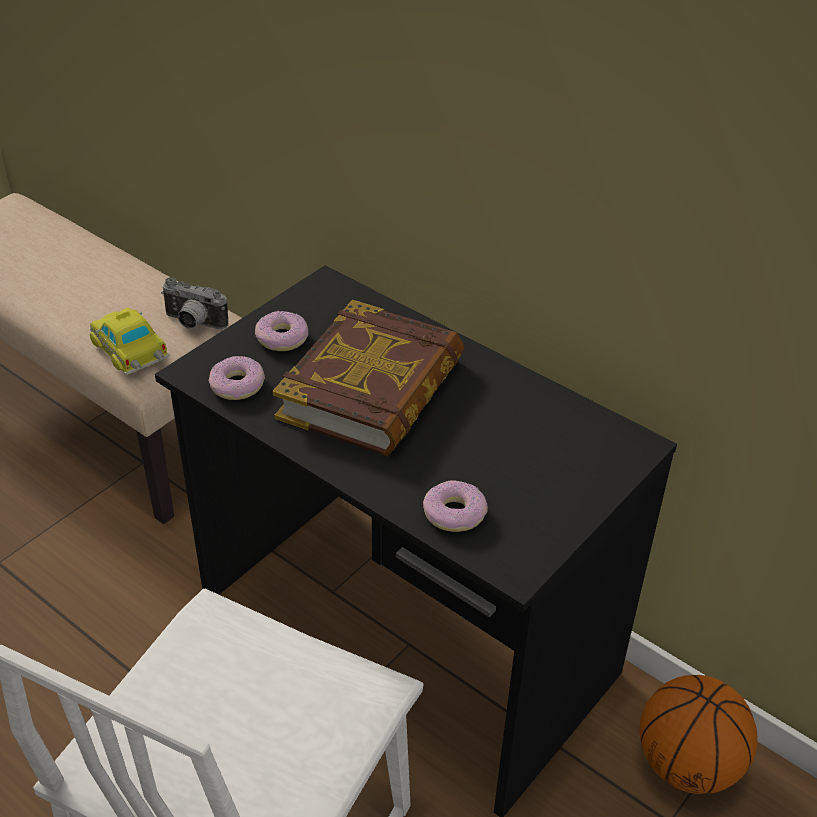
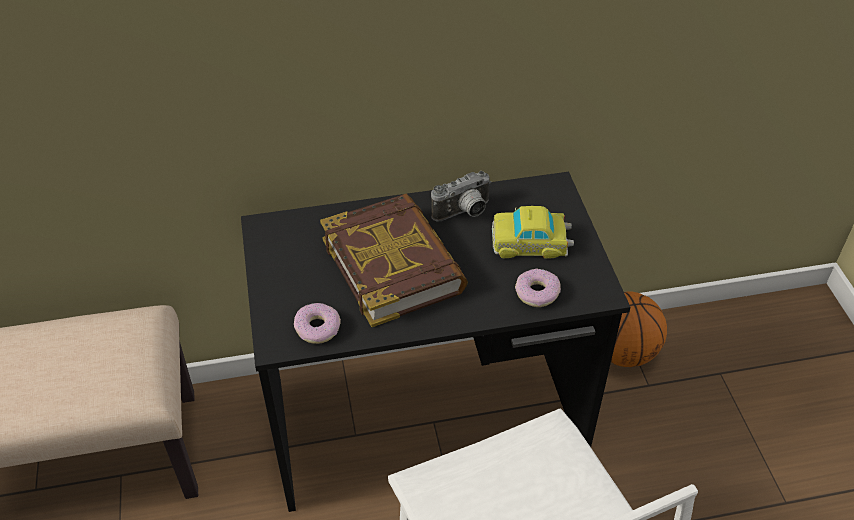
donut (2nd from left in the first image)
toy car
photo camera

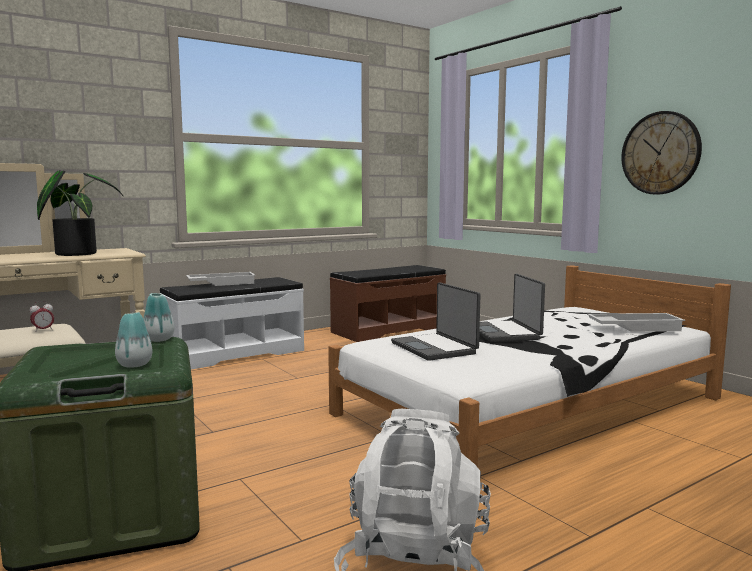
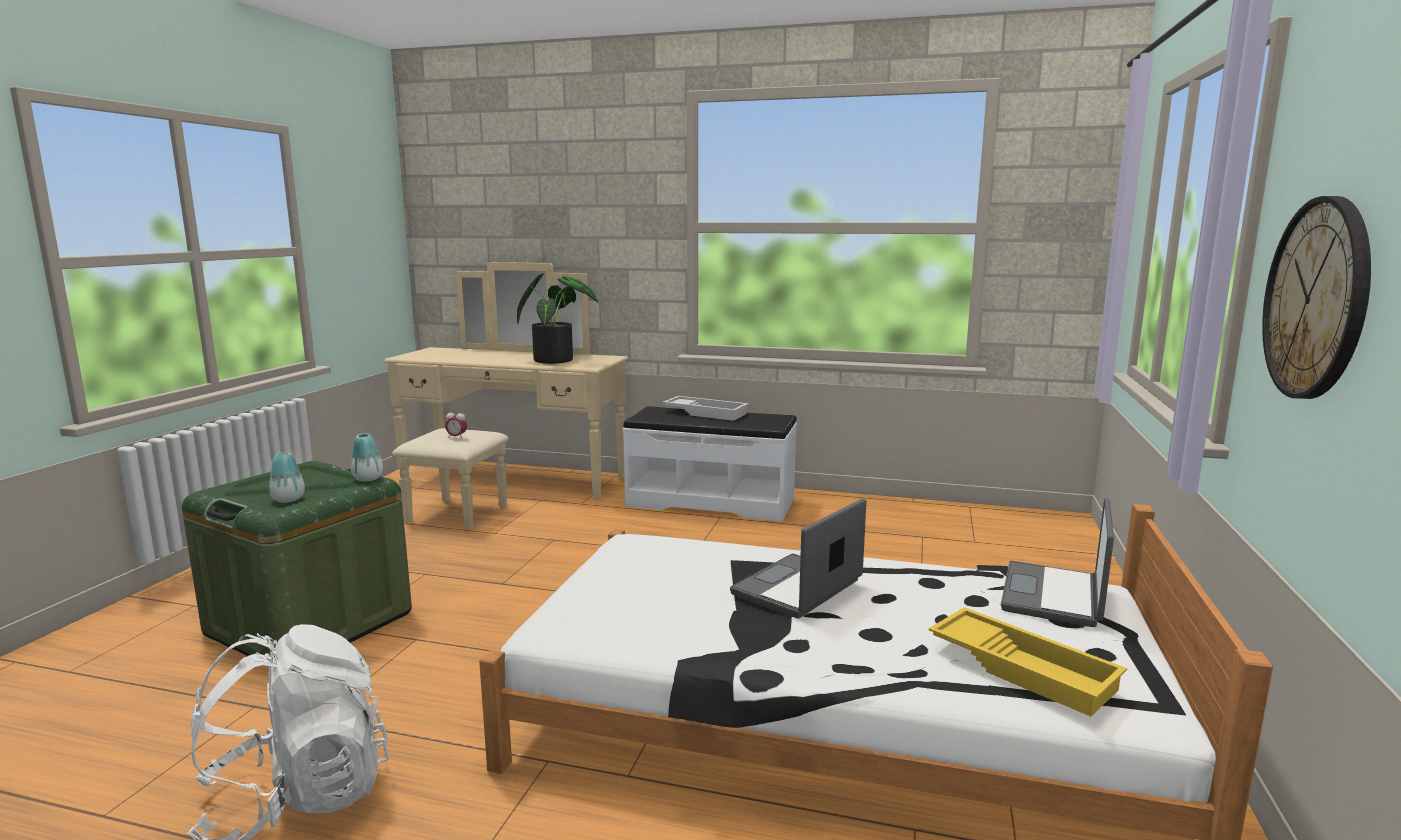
brown bench
laptop (2nd from left)
yellow tray

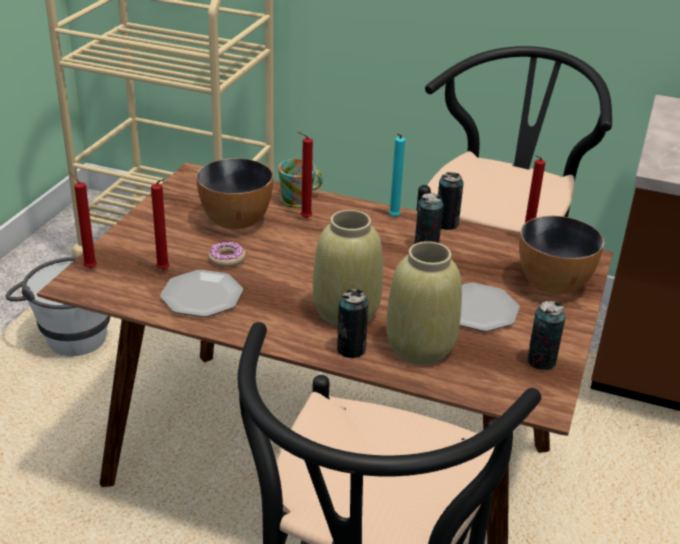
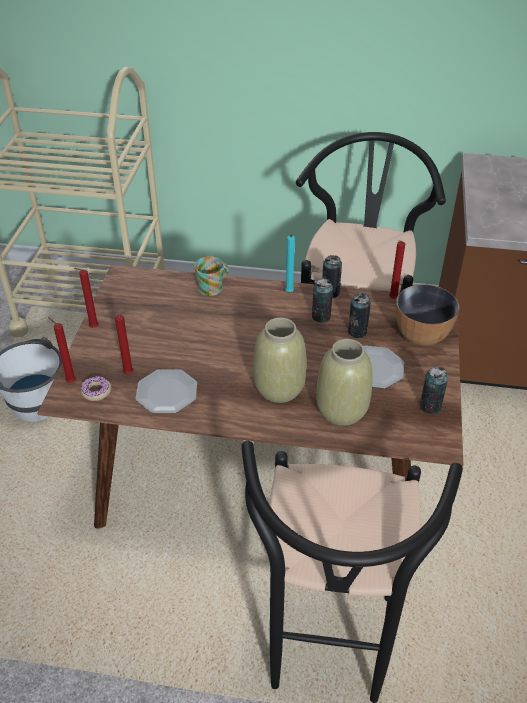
bowl (1st from left in the first image)
donut
red candle (2nd from left)
can (3rd from left)

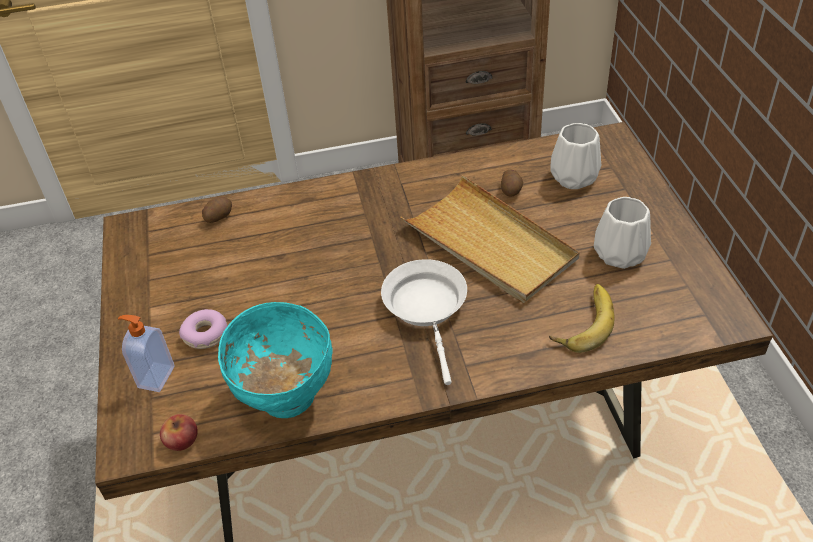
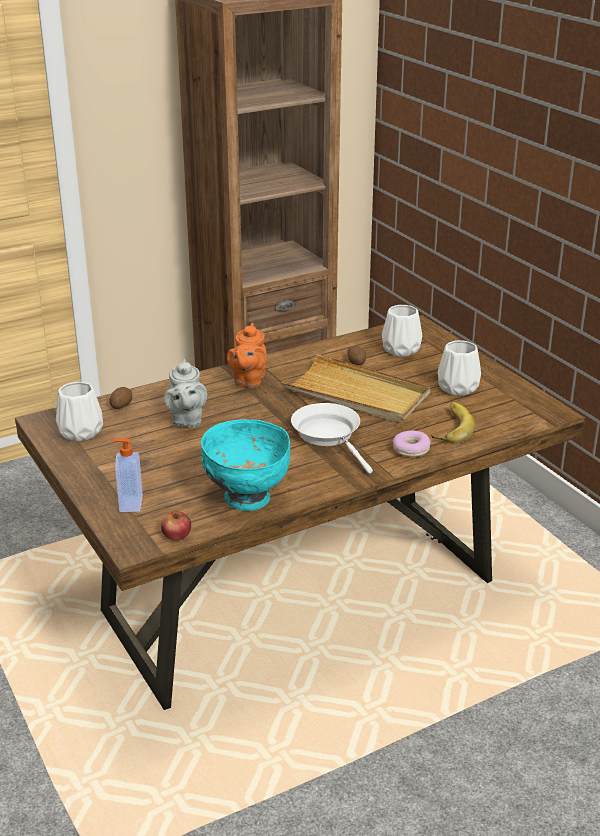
white vase (1st from left)
grey teapot
orange teapot
donut

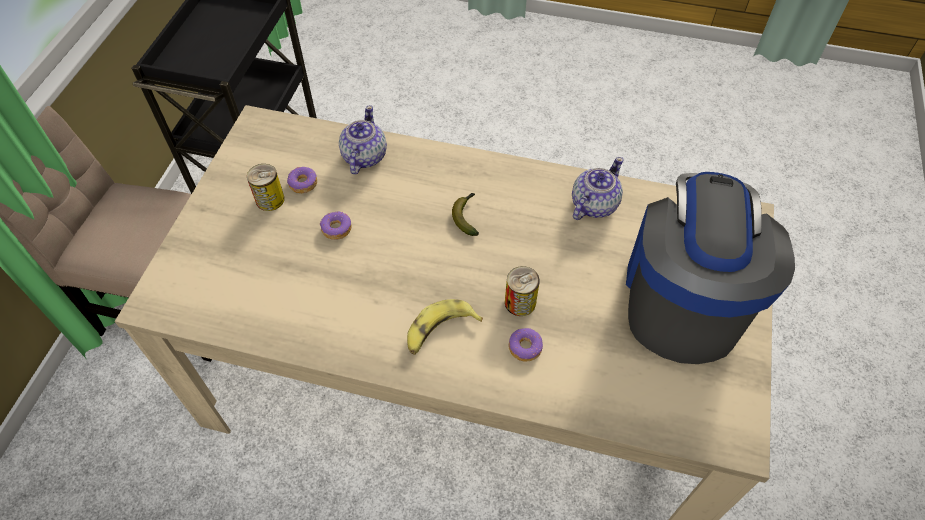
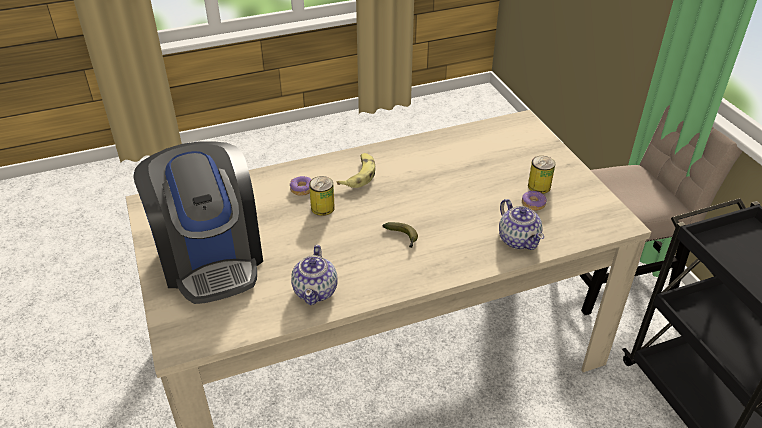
donut (2nd from left in the first image)

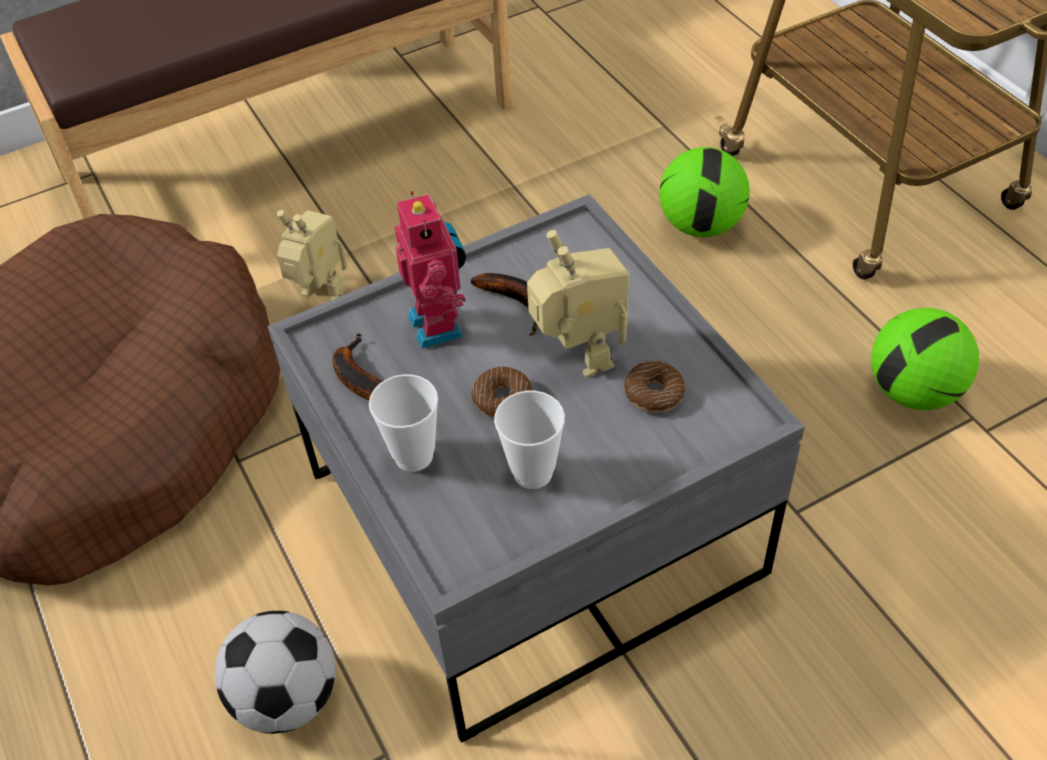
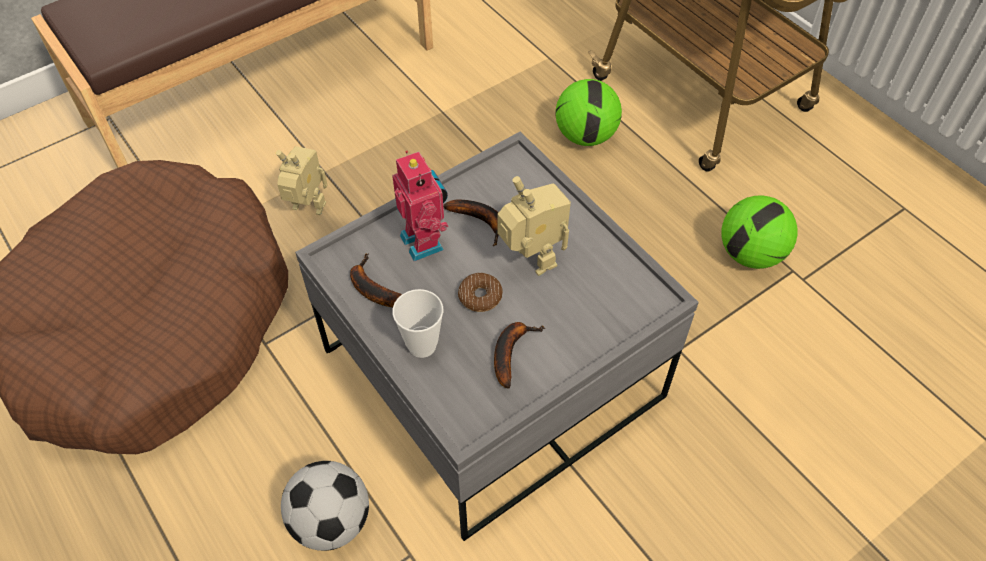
donut (2nd from left in the first image)
banana (3rd from left)

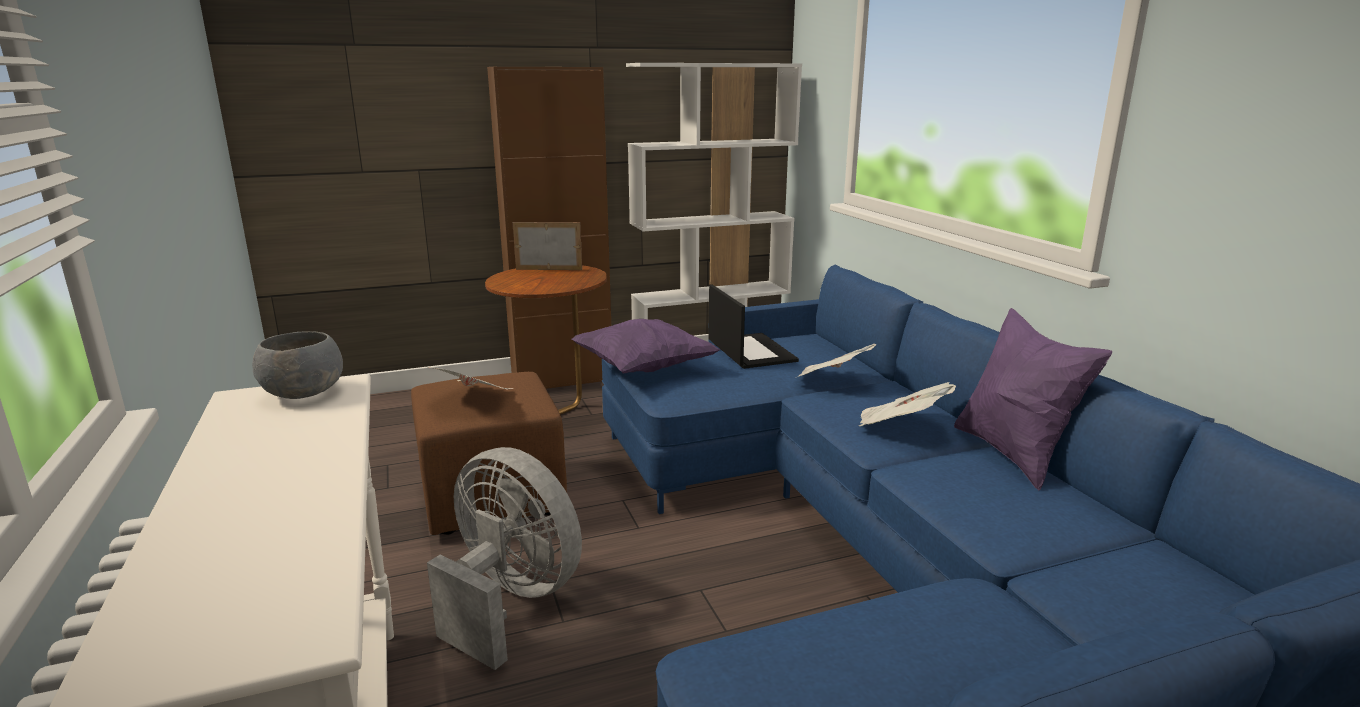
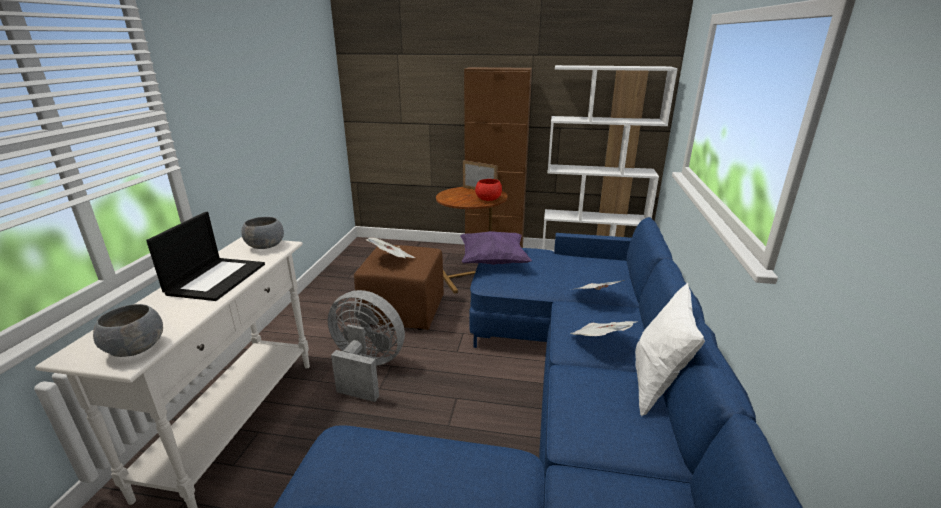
grey bowl (1st from left)
red bowl
laptop
white pillow
grey fan

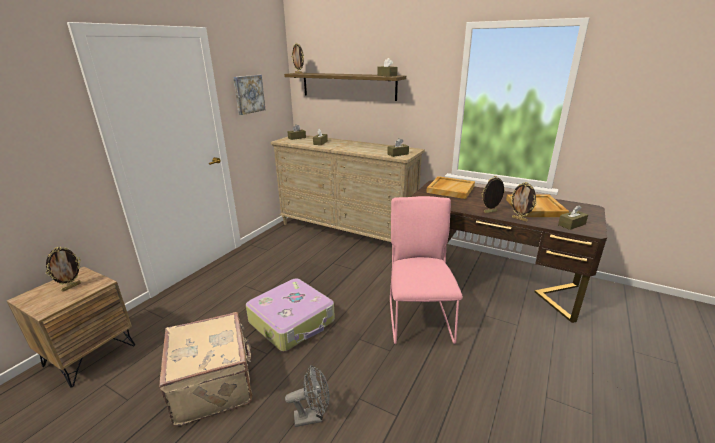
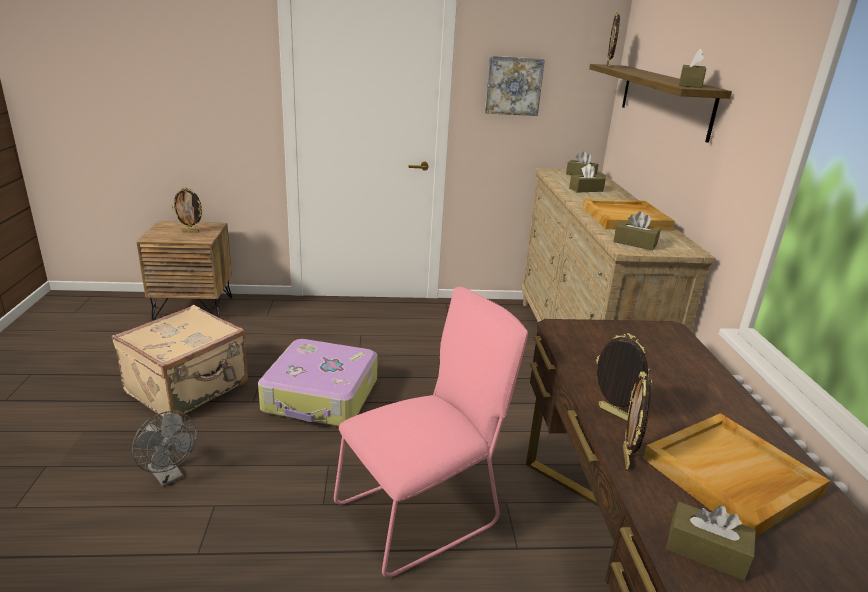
beige tray (1st from left)

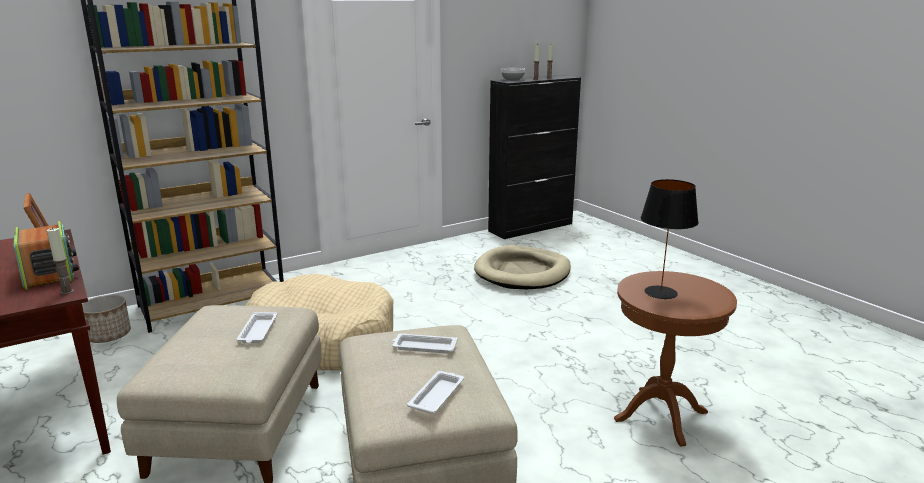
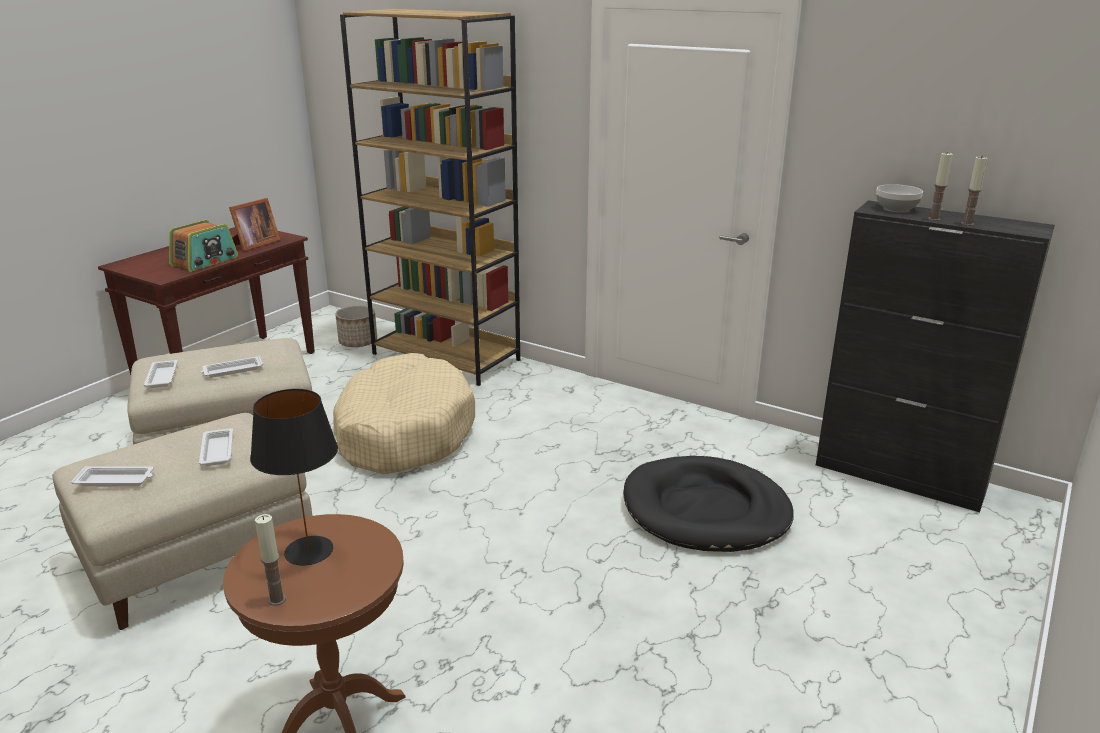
white tray (2nd from left)
candle (1st from left)
black dog bed

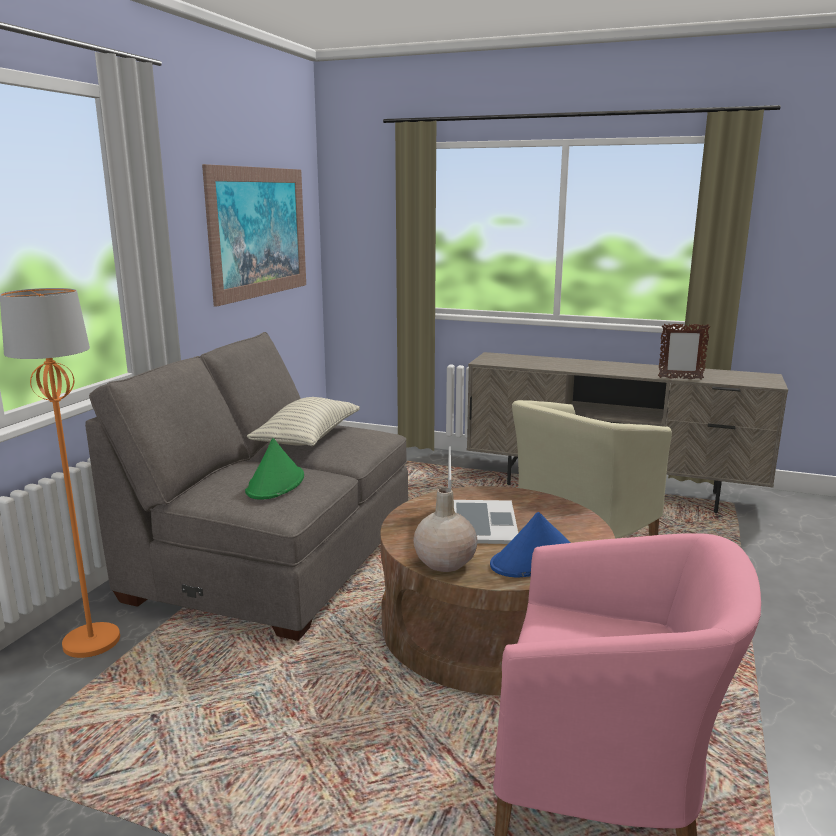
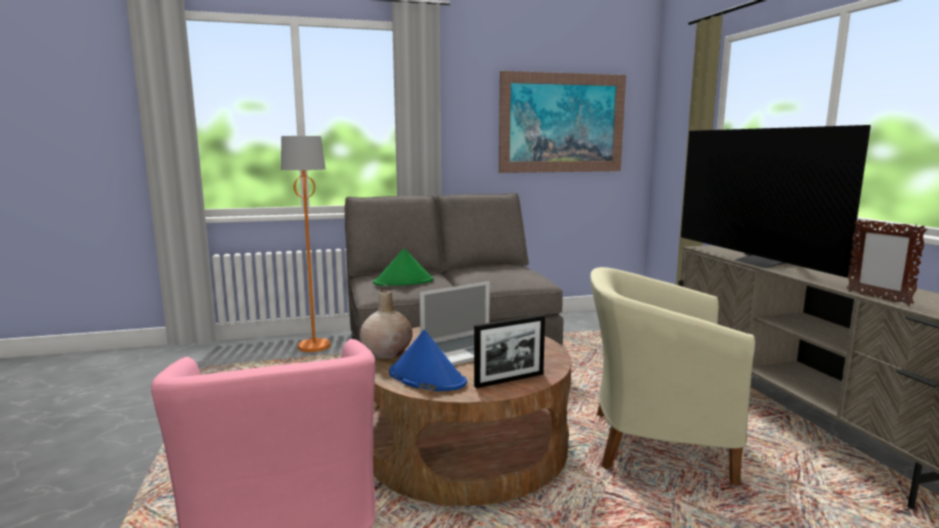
pillow
picture frame (1st from left)
television

